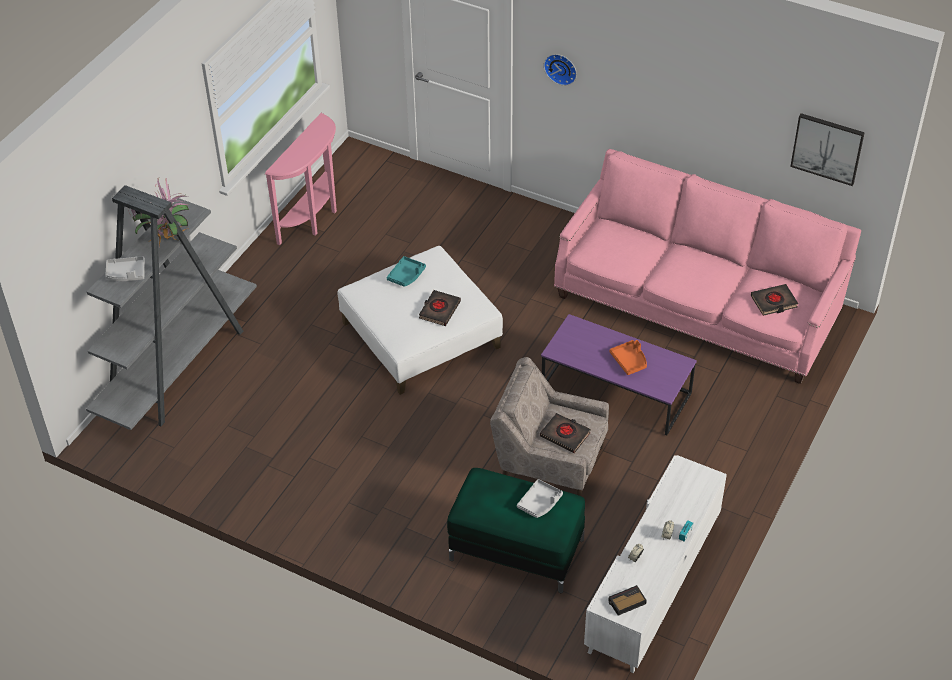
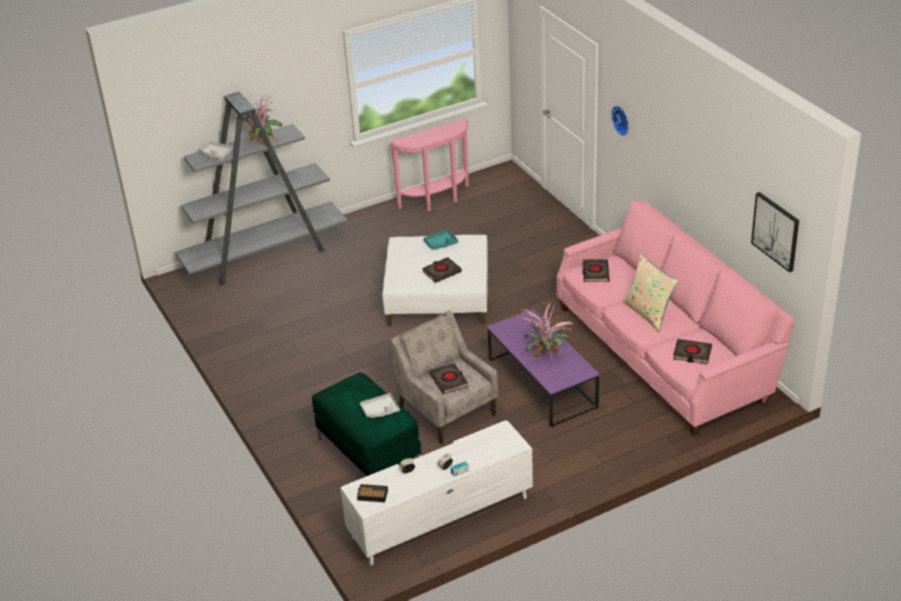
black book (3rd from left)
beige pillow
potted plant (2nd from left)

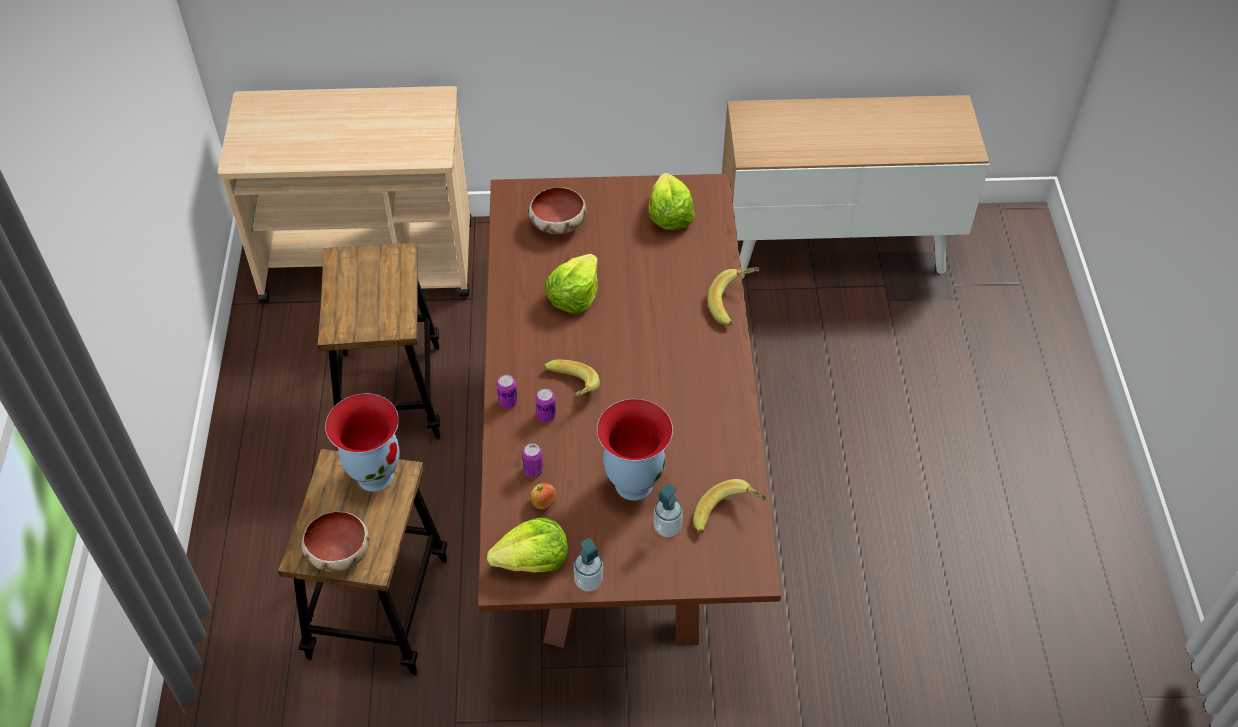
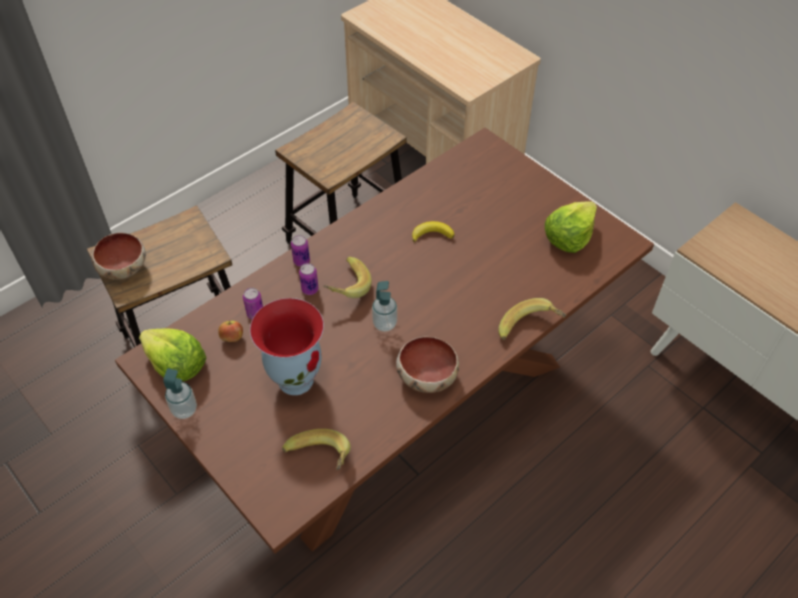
vase (1st from left in the first image)
bowl (2nd from left)
soap dispenser (2nd from left)
banana (3rd from left)

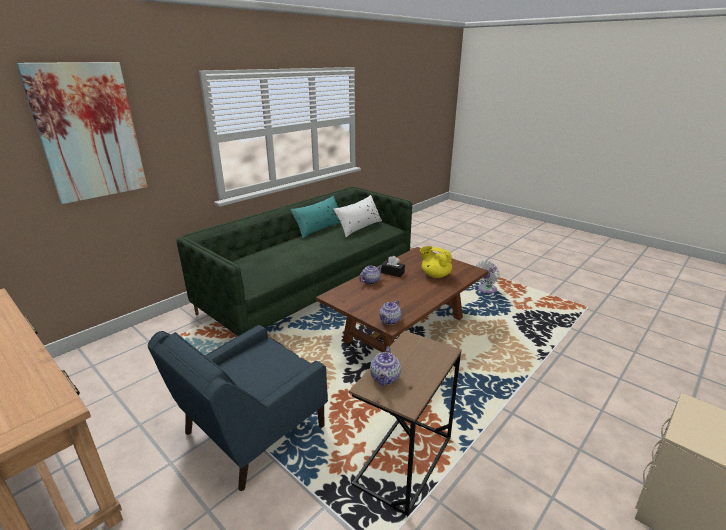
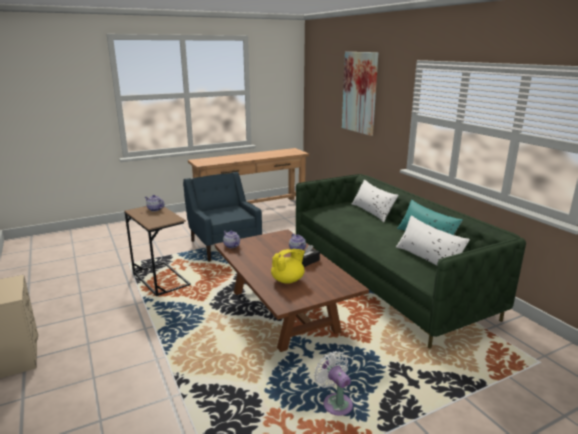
white pillow (1st from left)

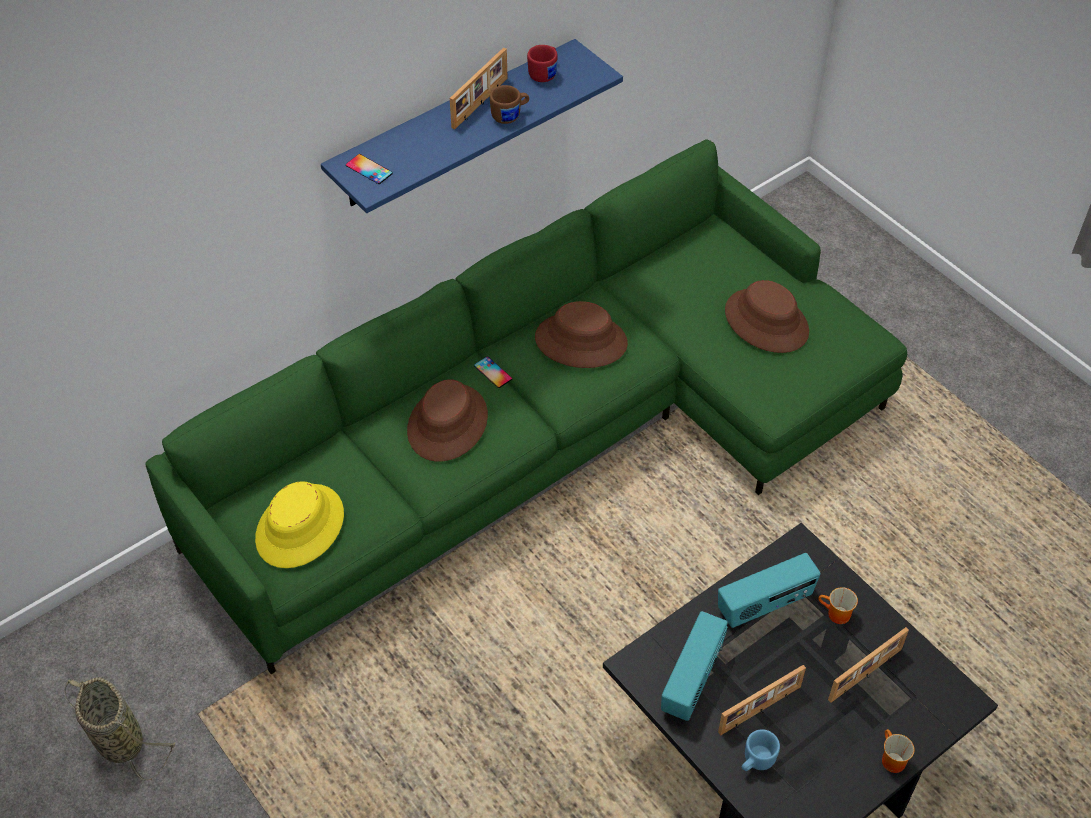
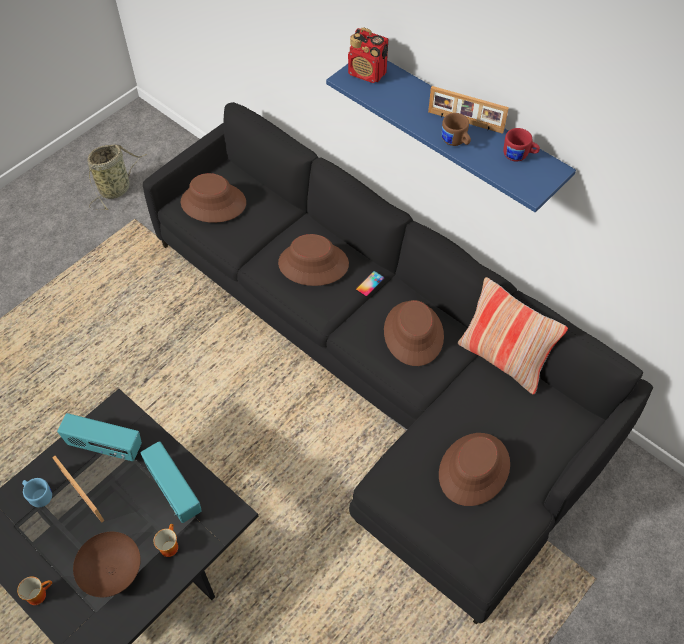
pillow
radio (3rd from left)
brown bowl
black sofa
brown hat (1st from left)

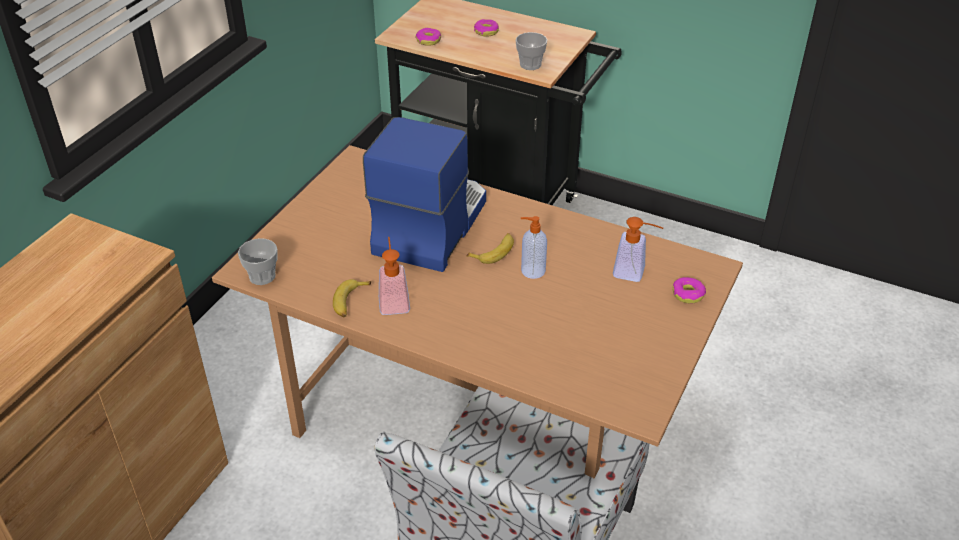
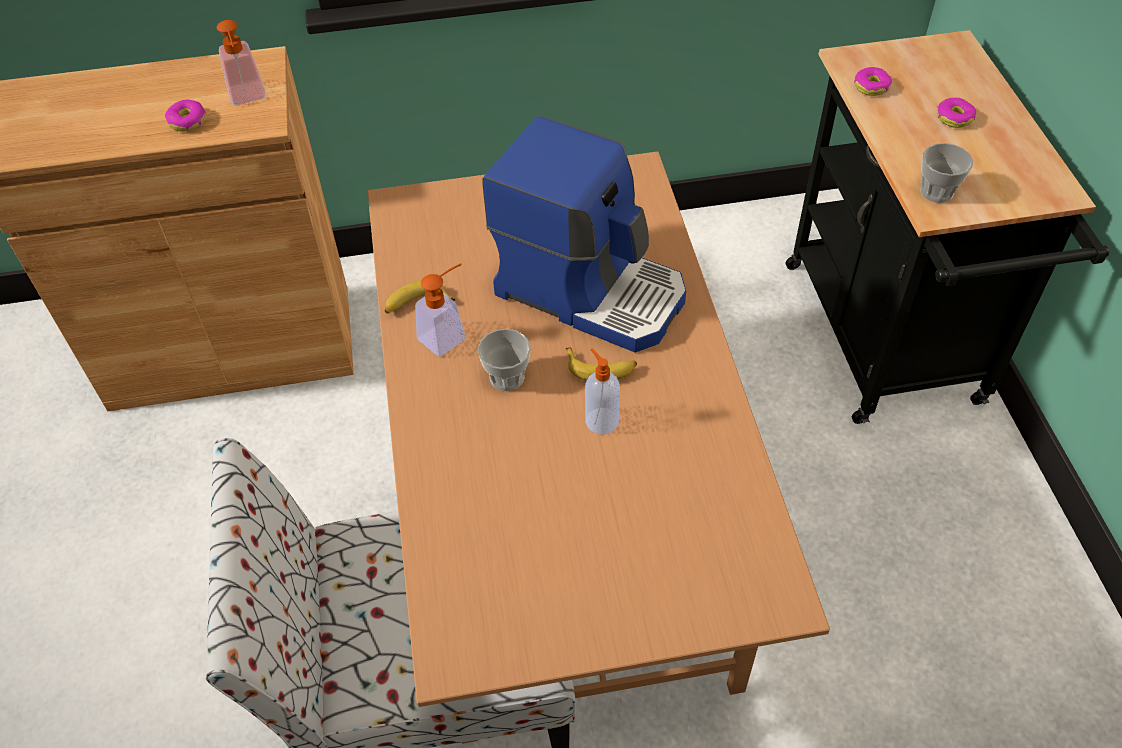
cup (1st from left)
soap dispenser (1st from left)
donut (1st from left)
coffee machine

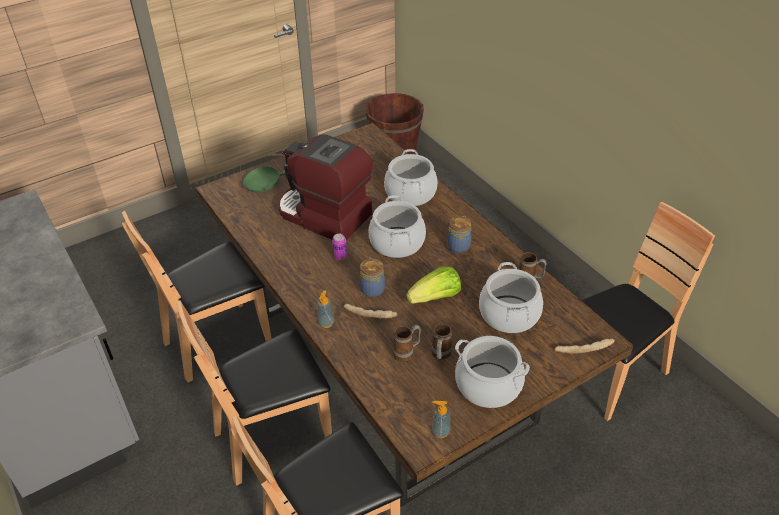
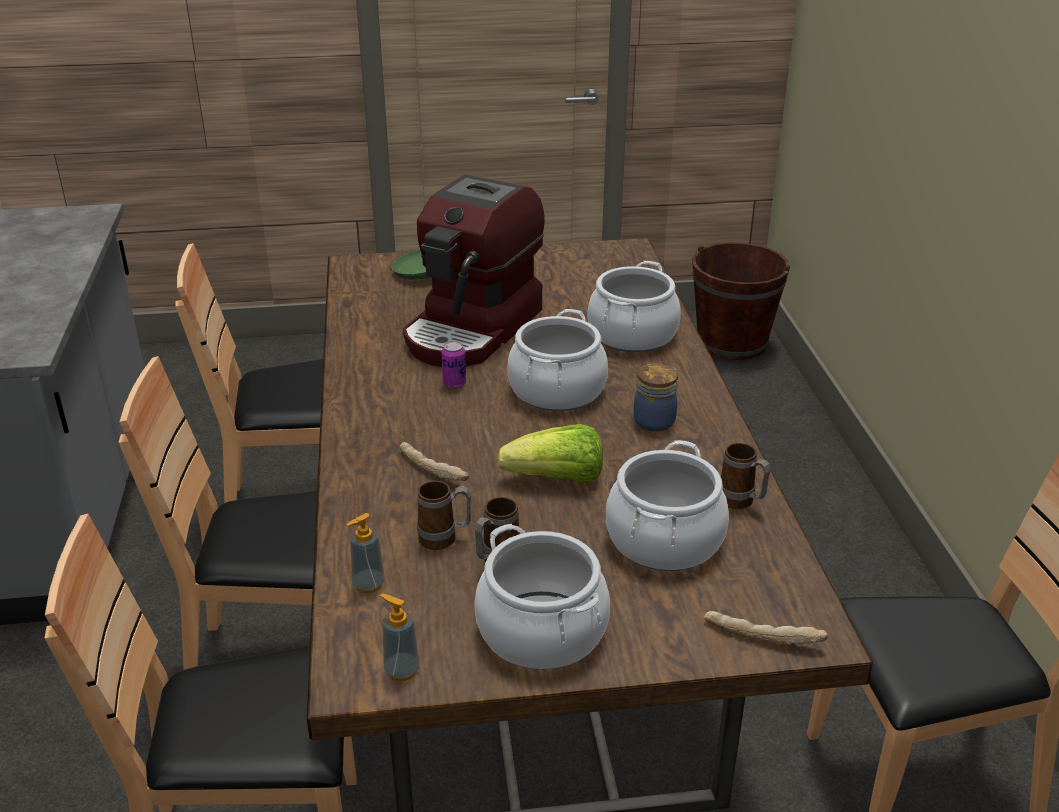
jar (1st from left in the first image)
soap dispenser (1st from left)
coffee machine

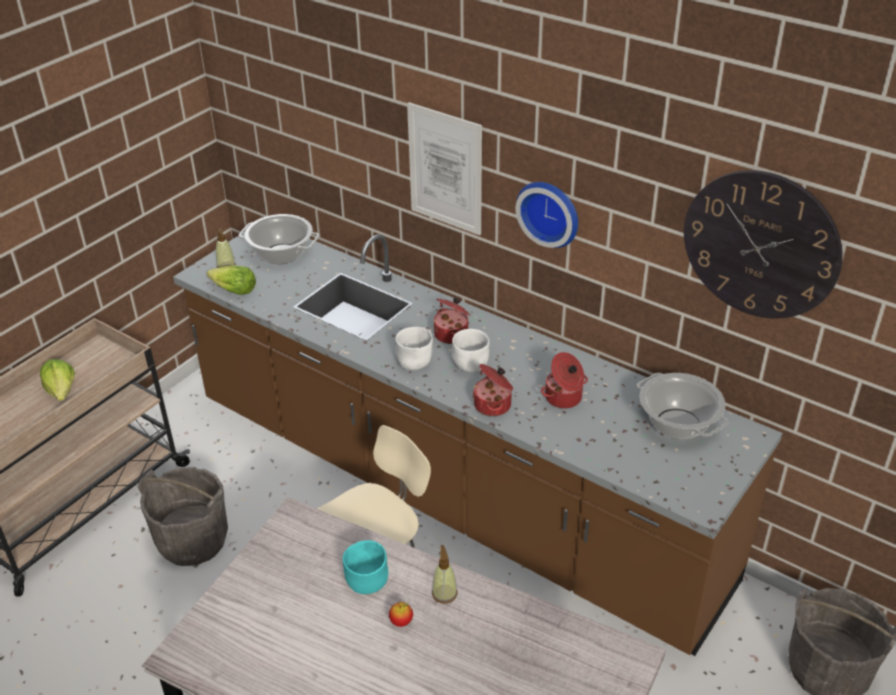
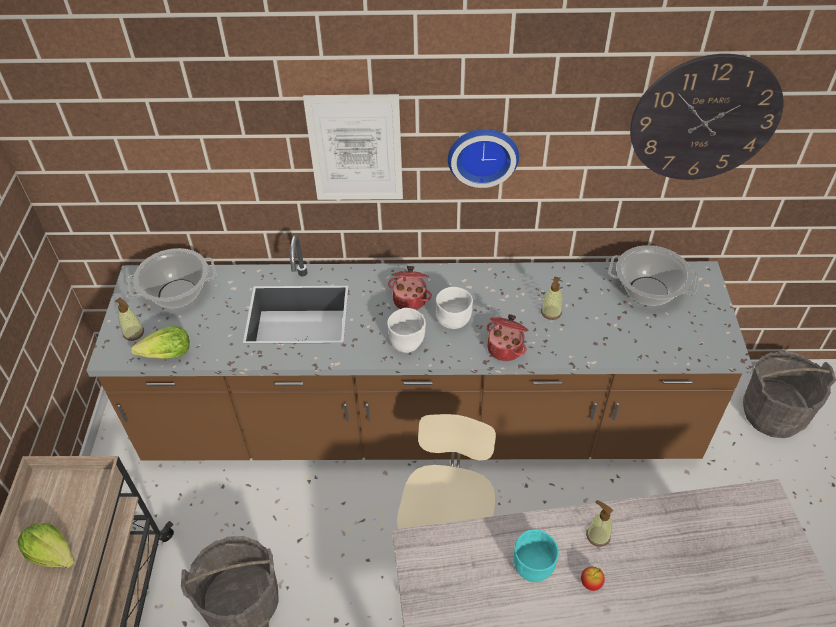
soap dispenser (2nd from left)

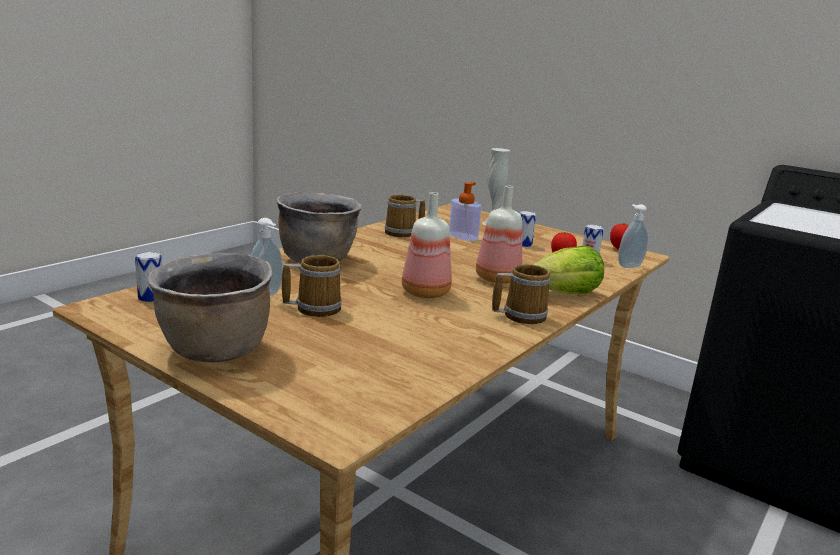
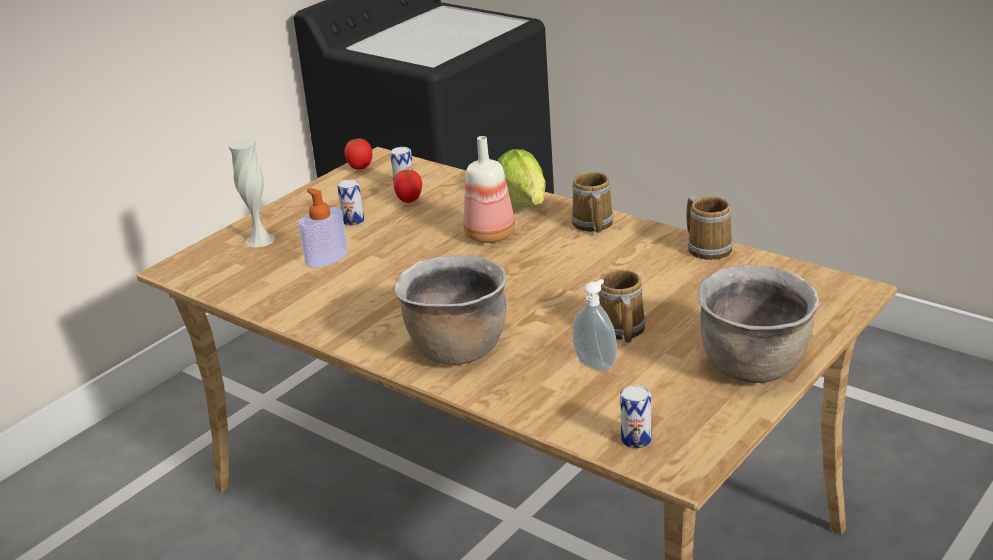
bottle (1st from left in the first image)
soap dispenser (3rd from left in the first image)
mug (3rd from left)

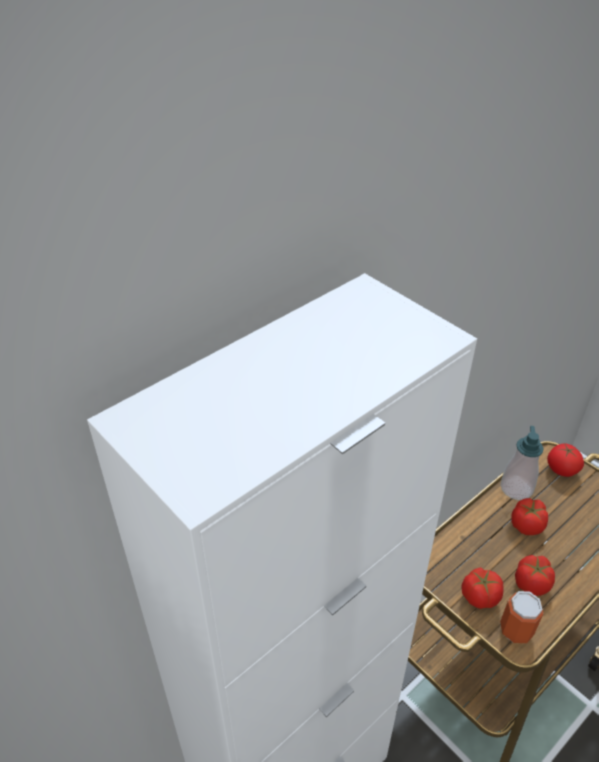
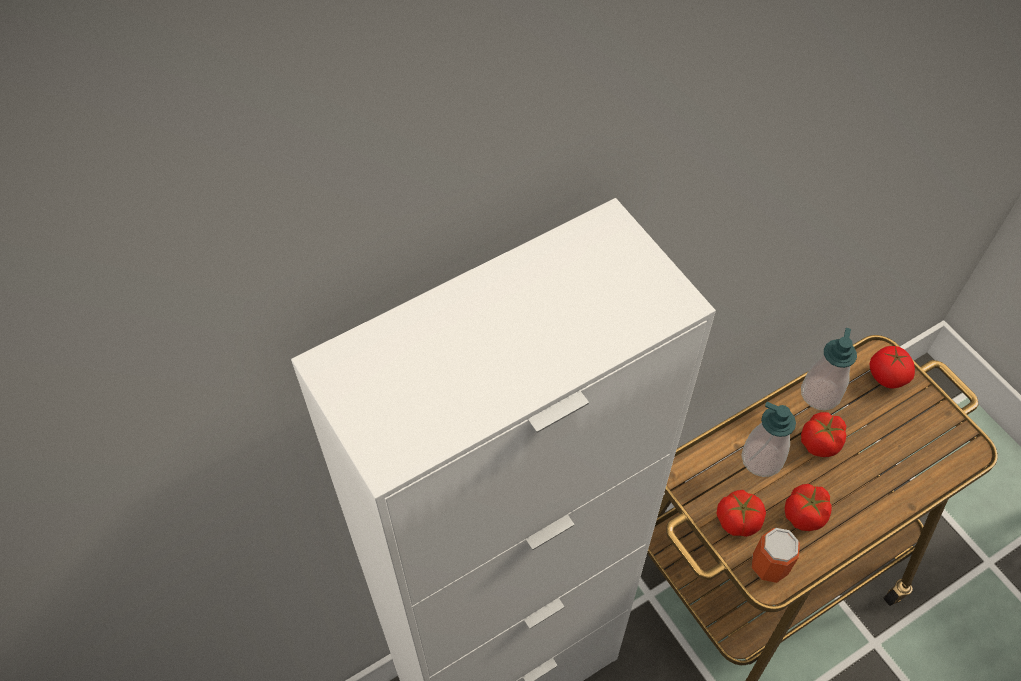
soap dispenser (1st from left)

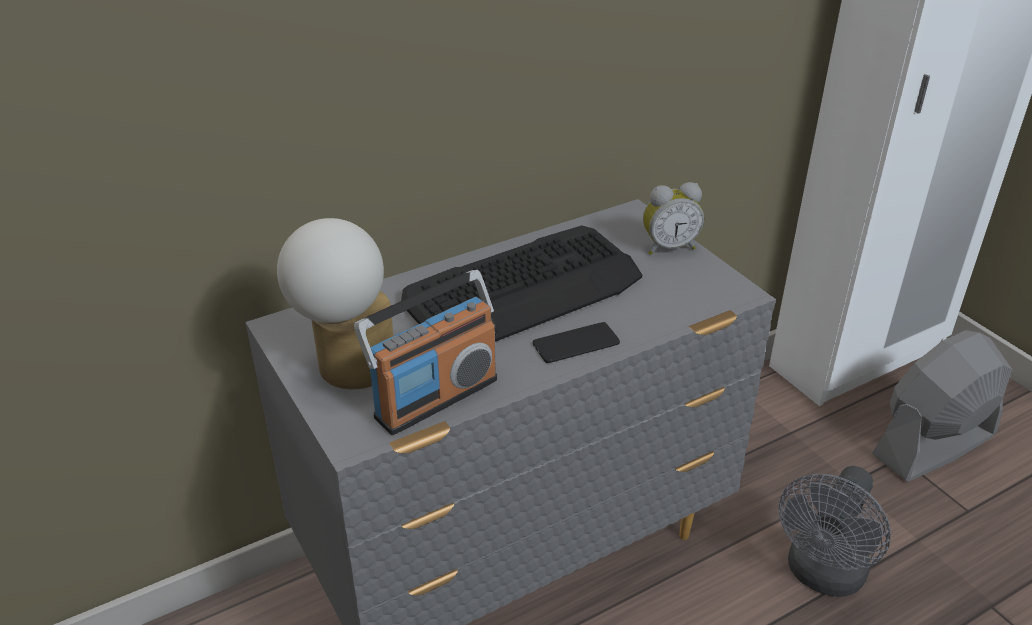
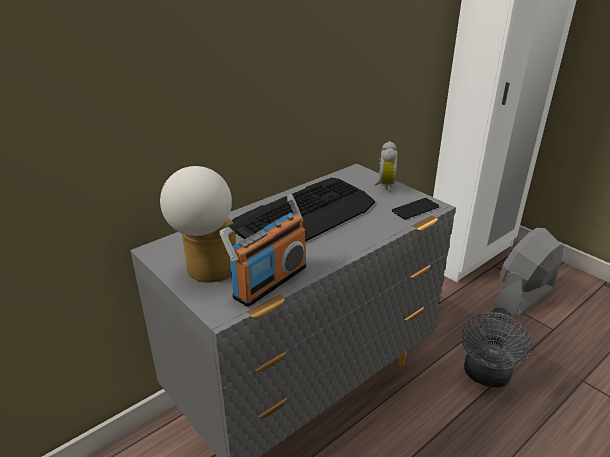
phone
alarm clock

